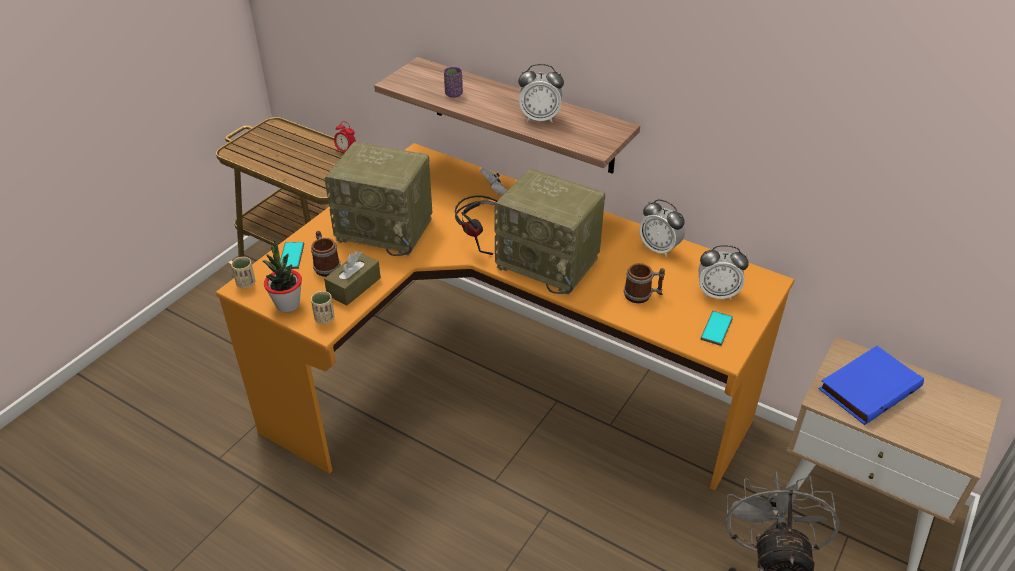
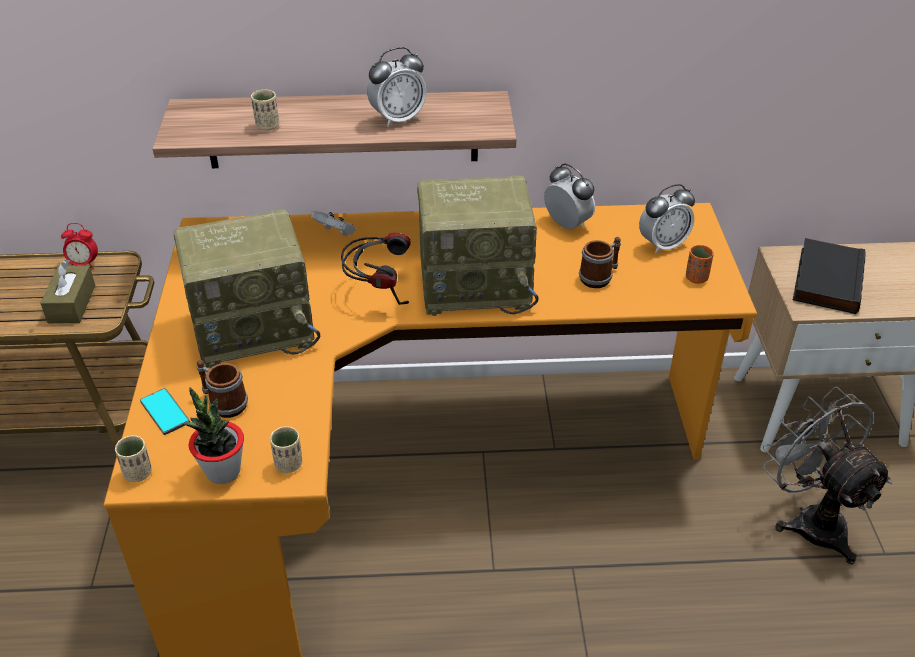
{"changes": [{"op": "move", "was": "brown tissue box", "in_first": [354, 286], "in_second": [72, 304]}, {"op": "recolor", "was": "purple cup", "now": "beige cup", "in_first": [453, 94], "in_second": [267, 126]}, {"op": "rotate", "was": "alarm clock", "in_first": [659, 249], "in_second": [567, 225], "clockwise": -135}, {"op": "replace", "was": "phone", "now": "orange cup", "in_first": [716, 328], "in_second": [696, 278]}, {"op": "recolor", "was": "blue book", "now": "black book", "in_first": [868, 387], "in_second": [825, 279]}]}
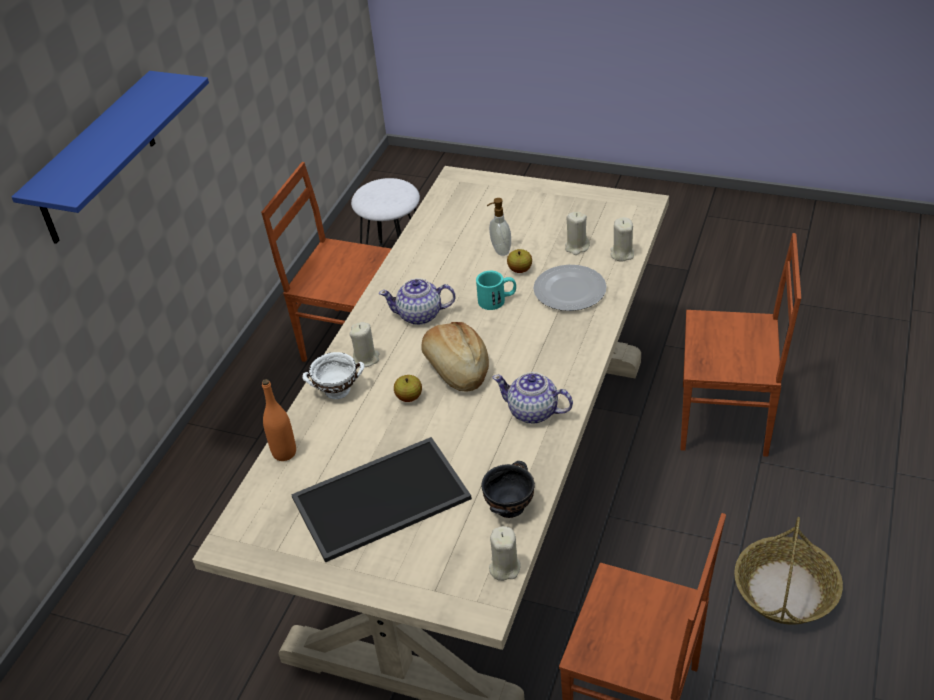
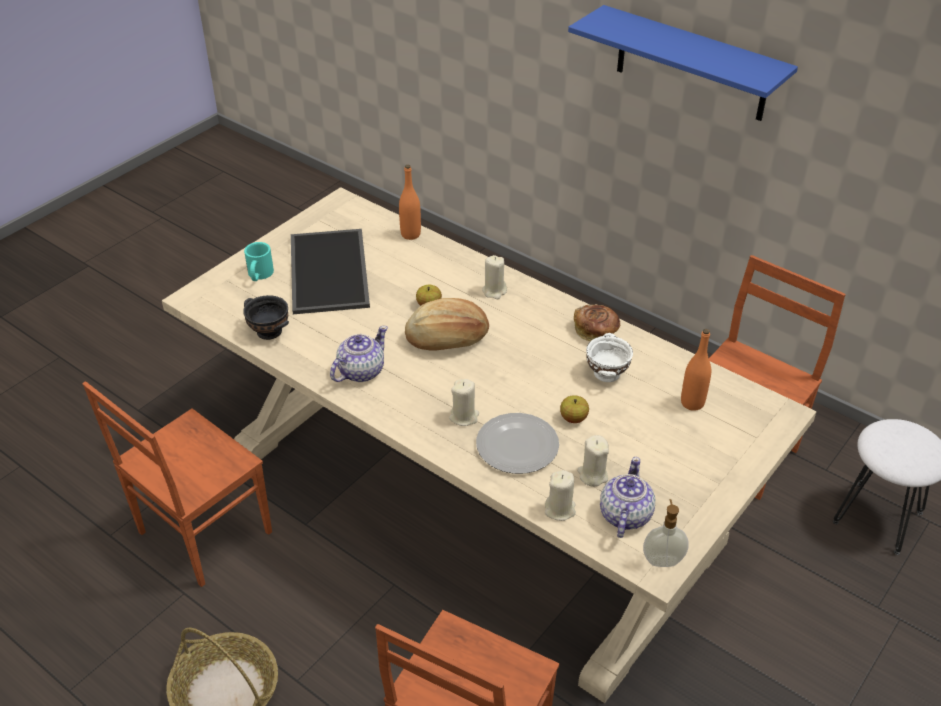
{"changes": [{"op": "move", "was": "turquoise mug", "in_first": [497, 300], "in_second": [259, 275]}, {"op": "move", "was": "beige candle", "in_first": [504, 567], "in_second": [464, 417]}, {"op": "insert", "now": "bread", "in_second": [596, 332]}, {"op": "move", "was": "white bowl", "in_first": [338, 390], "in_second": [606, 374]}, {"op": "move", "was": "teapot", "in_first": [420, 315], "in_second": [624, 515]}, {"op": "move", "was": "soap dispenser", "in_first": [500, 250], "in_second": [662, 560]}, {"op": "insert", "now": "orange bottle", "in_second": [692, 403]}]}
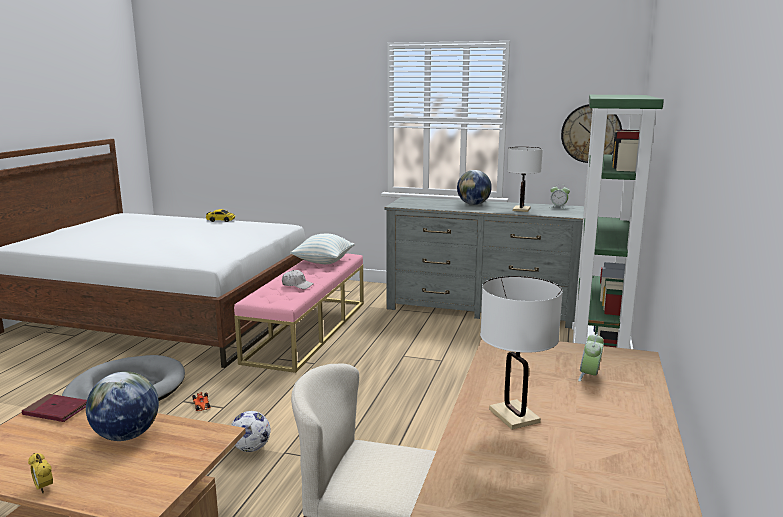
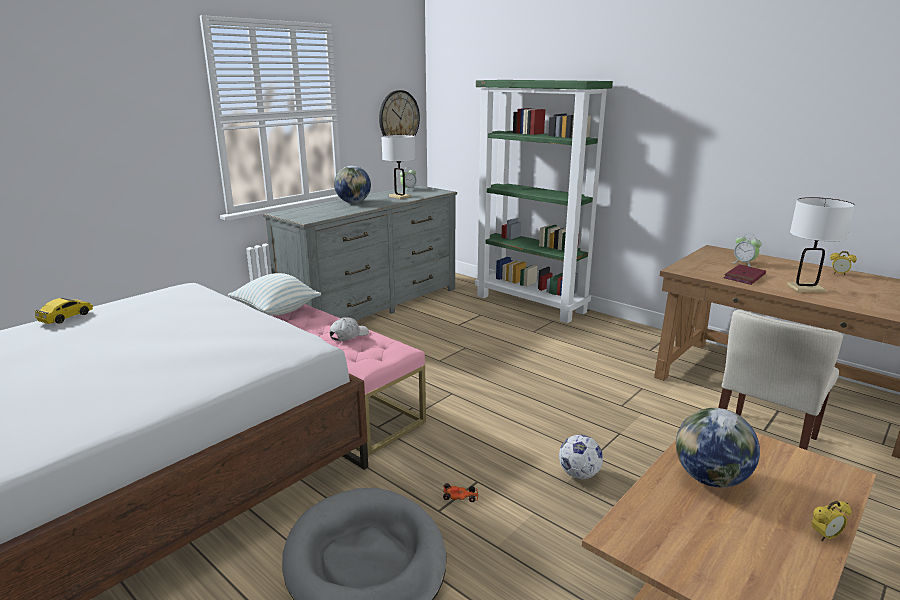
{"changes": [{"op": "move", "was": "red book", "in_first": [56, 411], "in_second": [744, 277]}, {"op": "insert", "now": "alarm clock", "in_second": [839, 274]}]}
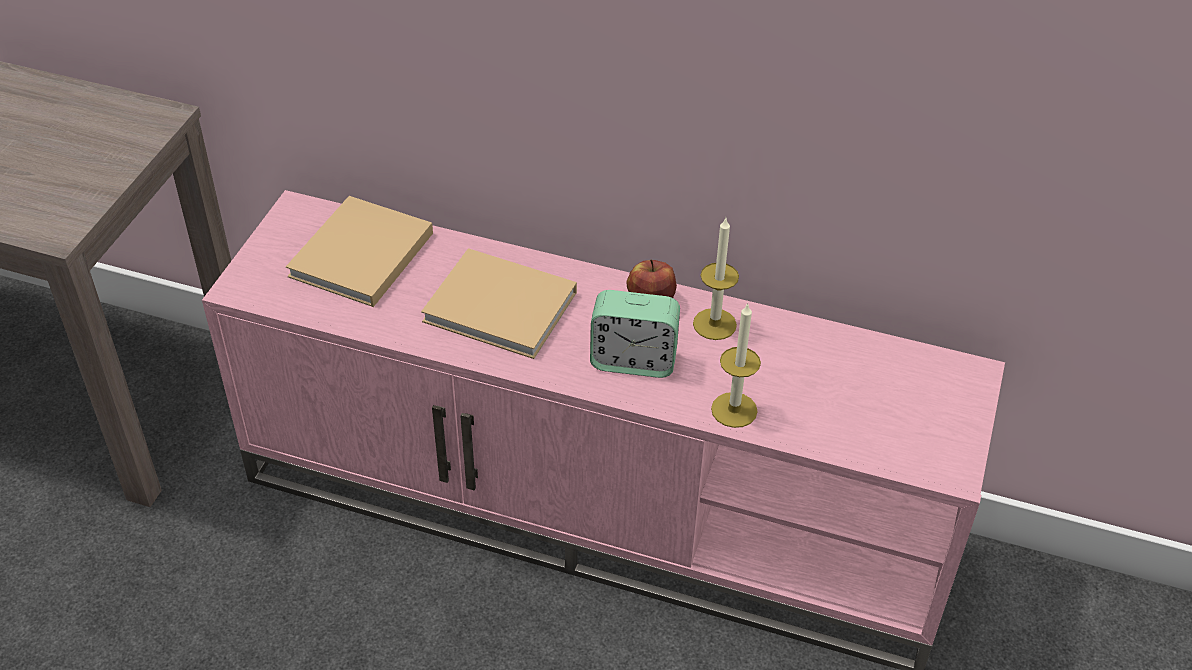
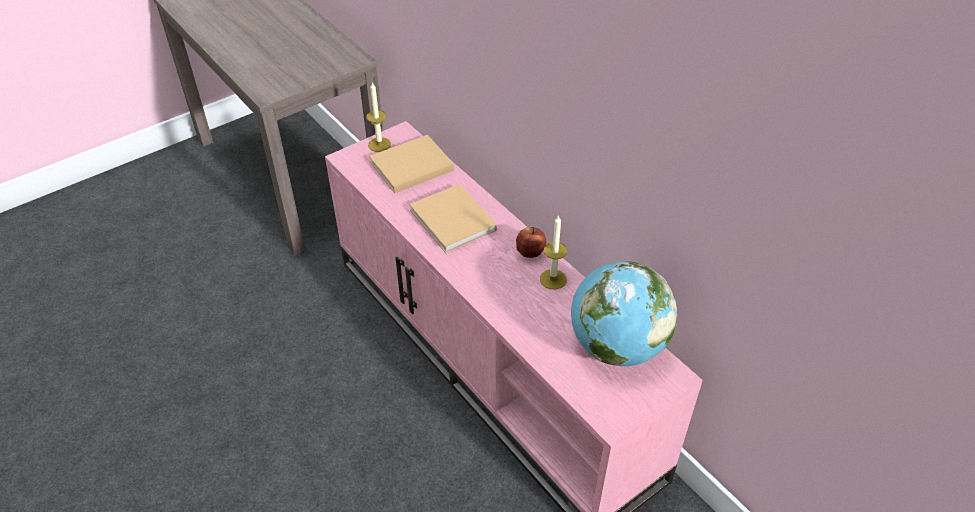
{"changes": [{"op": "move", "was": "candle", "in_first": [734, 410], "in_second": [379, 144]}, {"op": "insert", "now": "globe", "in_second": [616, 346]}, {"op": "delete", "was": "alarm clock", "in_first": [633, 360]}]}
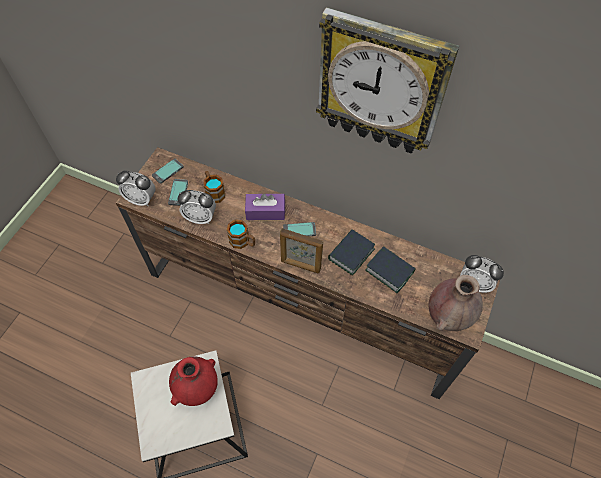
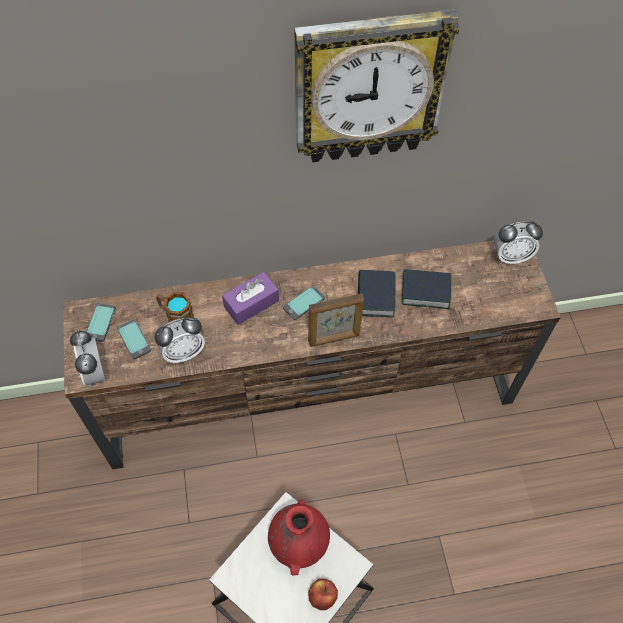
{"changes": [{"op": "rotate", "was": "alarm clock", "in_first": [141, 199], "in_second": [95, 372], "clockwise": 90}, {"op": "insert", "now": "apple", "in_second": [322, 597]}, {"op": "delete", "was": "mug", "in_first": [243, 242]}, {"op": "delete", "was": "brown vase", "in_first": [448, 316]}]}
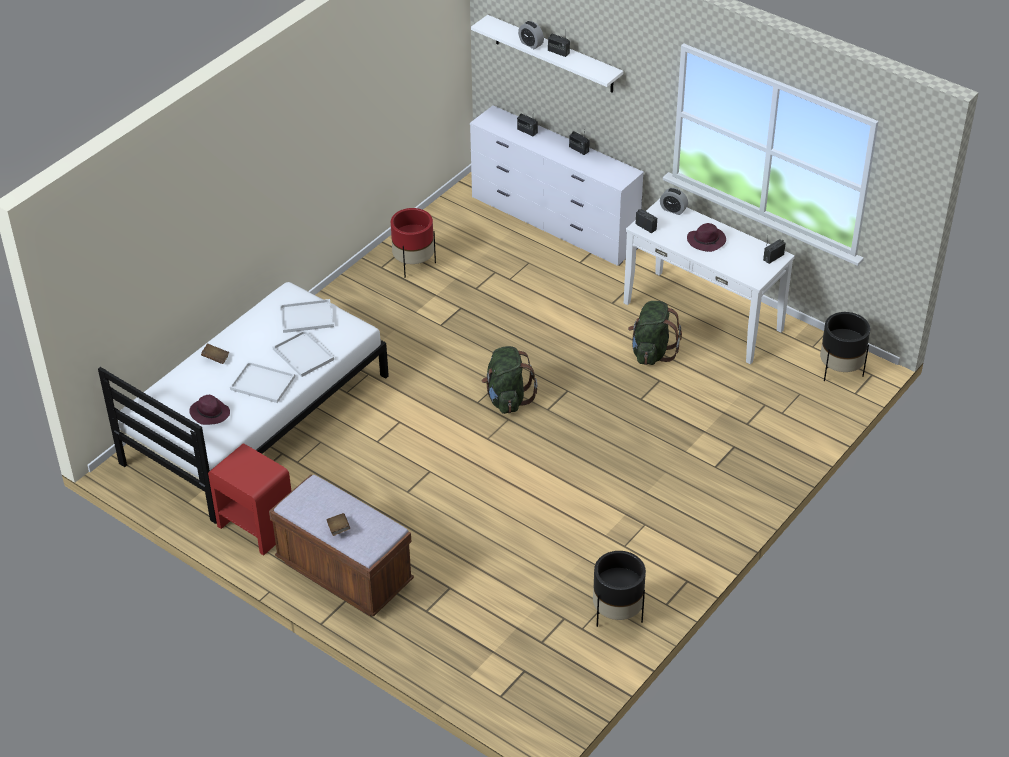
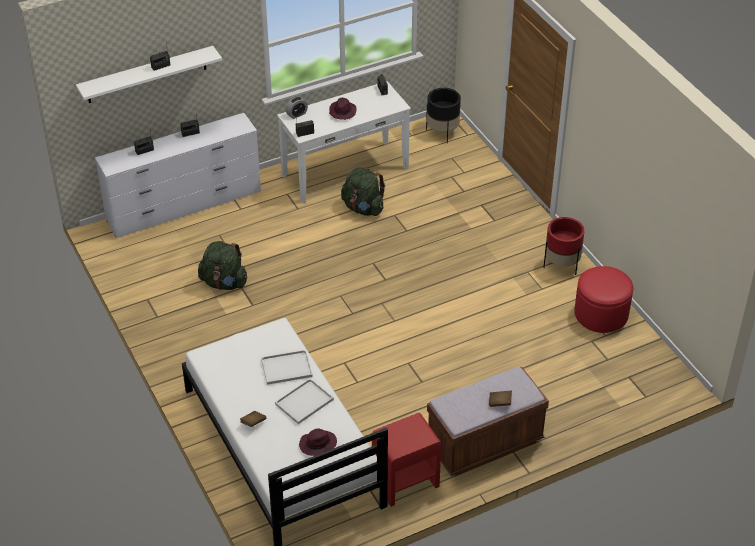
{"changes": [{"op": "move", "was": "green backpack", "in_first": [507, 399], "in_second": [224, 283]}, {"op": "move", "was": "red planter", "in_first": [414, 264], "in_second": [561, 265]}, {"op": "replace", "was": "black planter", "now": "red ottoman", "in_first": [617, 614], "in_second": [601, 314]}, {"op": "delete", "was": "white tray", "in_first": [307, 316]}, {"op": "delete", "was": "alarm clock", "in_first": [531, 44]}]}
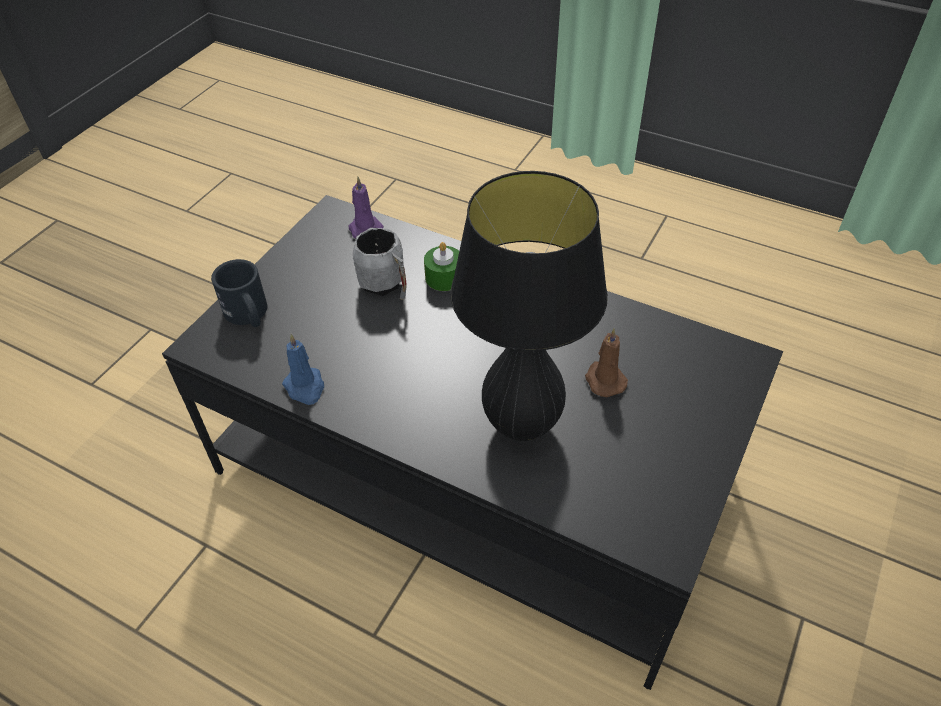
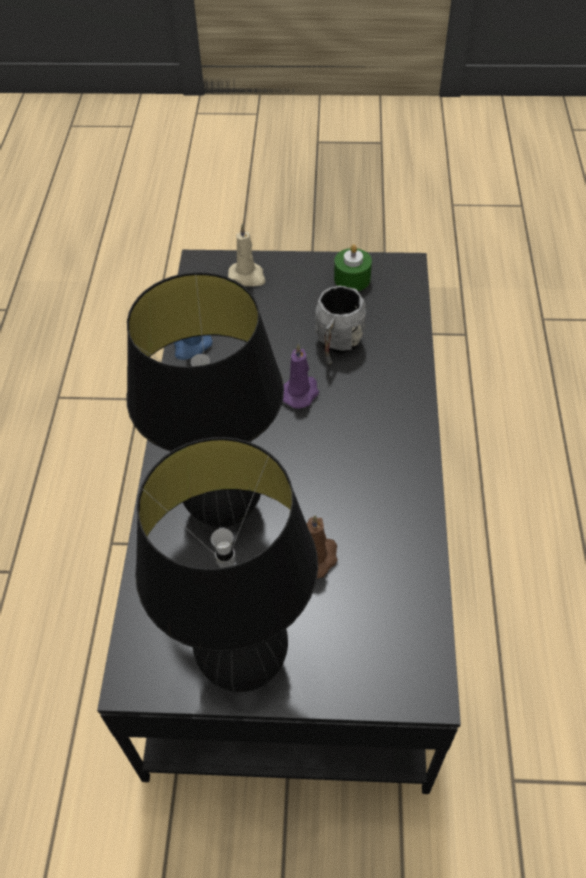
{"changes": [{"op": "insert", "now": "black table lamp", "in_second": [243, 664]}, {"op": "replace", "was": "black mug", "now": "beige candle", "in_first": [249, 315], "in_second": [248, 276]}, {"op": "move", "was": "purple candle", "in_first": [364, 228], "in_second": [300, 392]}, {"op": "move", "was": "green candle", "in_first": [444, 277], "in_second": [352, 279]}]}
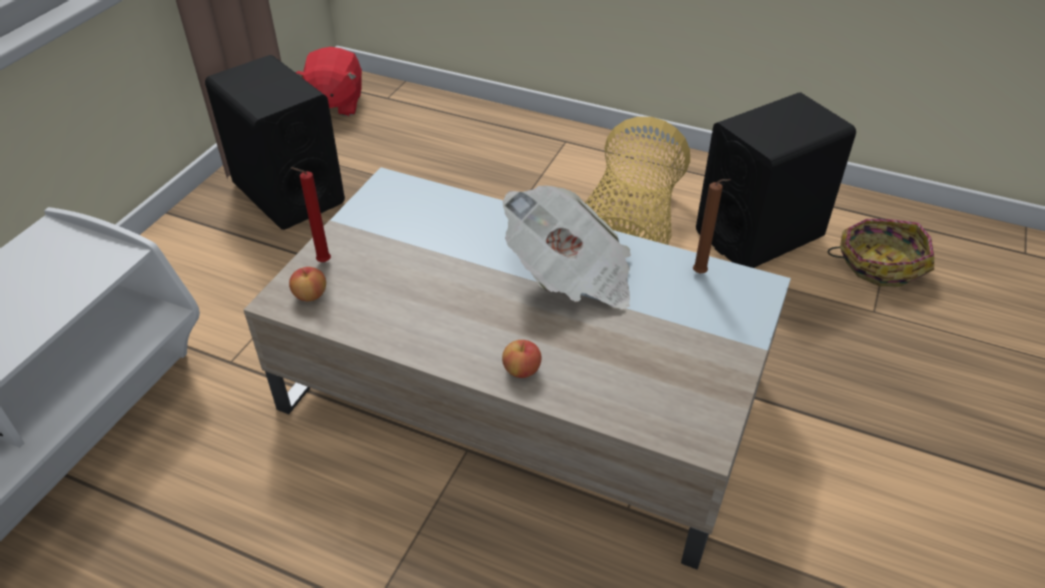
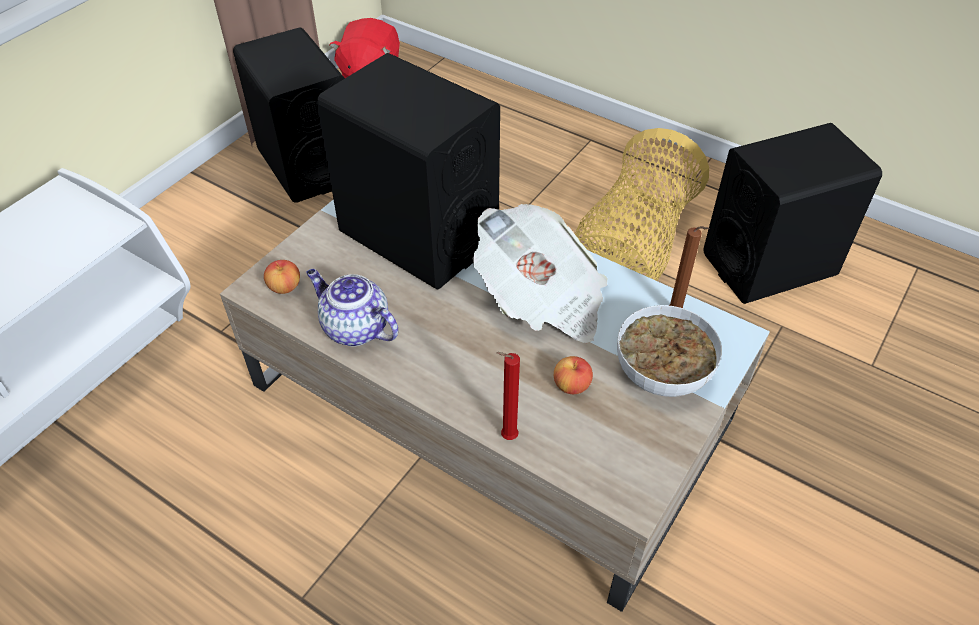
{"changes": [{"op": "insert", "now": "teapot", "in_second": [354, 328]}, {"op": "insert", "now": "black speaker", "in_second": [418, 236]}, {"op": "move", "was": "red candle", "in_first": [321, 262], "in_second": [506, 437]}, {"op": "move", "was": "apple", "in_first": [521, 370], "in_second": [571, 385]}, {"op": "insert", "now": "bowl", "in_second": [661, 372]}, {"op": "delete", "was": "basket", "in_first": [879, 263]}]}
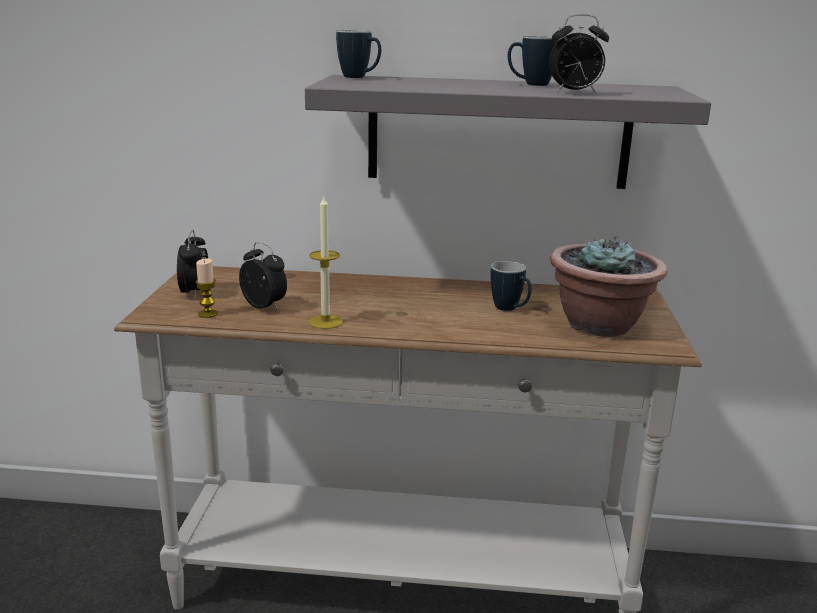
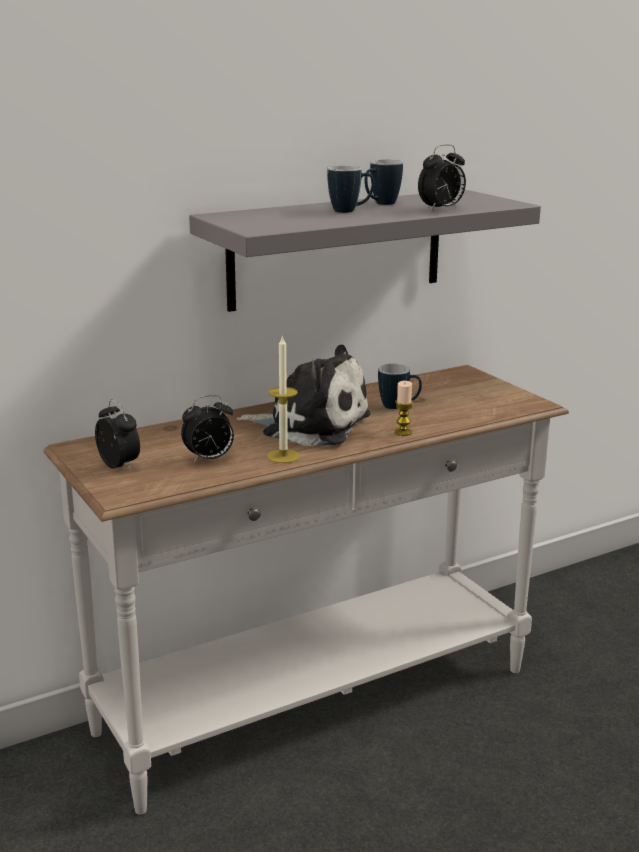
{"changes": [{"op": "rotate", "was": "alarm clock", "in_first": [265, 307], "in_second": [209, 459], "clockwise": 150}, {"op": "insert", "now": "plush toy", "in_second": [310, 425]}, {"op": "move", "was": "mug", "in_first": [359, 77], "in_second": [350, 211]}, {"op": "move", "was": "candle", "in_first": [208, 314], "in_second": [403, 432]}, {"op": "delete", "was": "potted plant", "in_first": [600, 325]}]}
